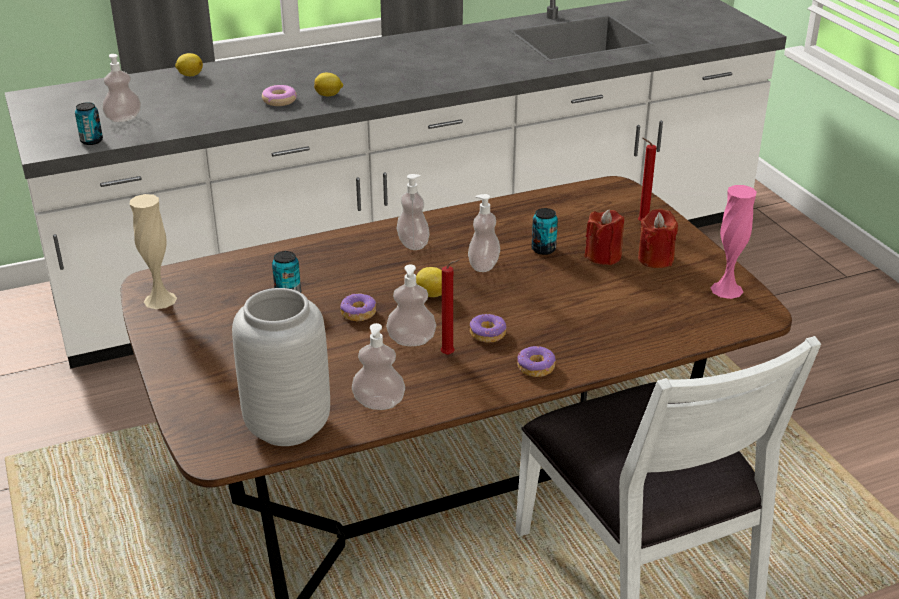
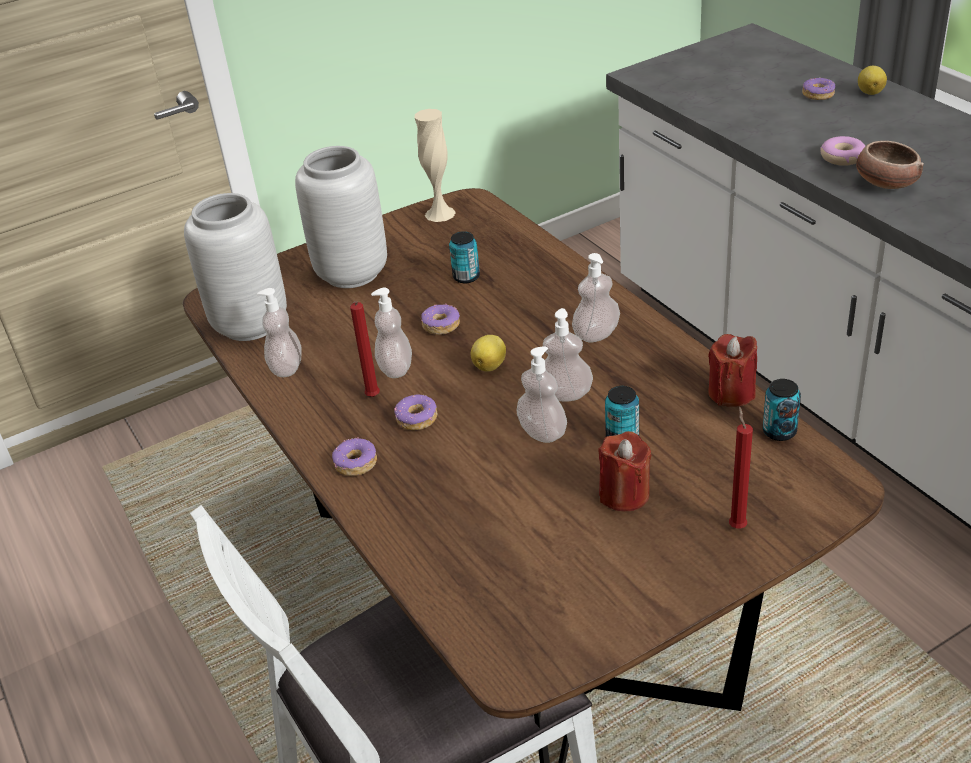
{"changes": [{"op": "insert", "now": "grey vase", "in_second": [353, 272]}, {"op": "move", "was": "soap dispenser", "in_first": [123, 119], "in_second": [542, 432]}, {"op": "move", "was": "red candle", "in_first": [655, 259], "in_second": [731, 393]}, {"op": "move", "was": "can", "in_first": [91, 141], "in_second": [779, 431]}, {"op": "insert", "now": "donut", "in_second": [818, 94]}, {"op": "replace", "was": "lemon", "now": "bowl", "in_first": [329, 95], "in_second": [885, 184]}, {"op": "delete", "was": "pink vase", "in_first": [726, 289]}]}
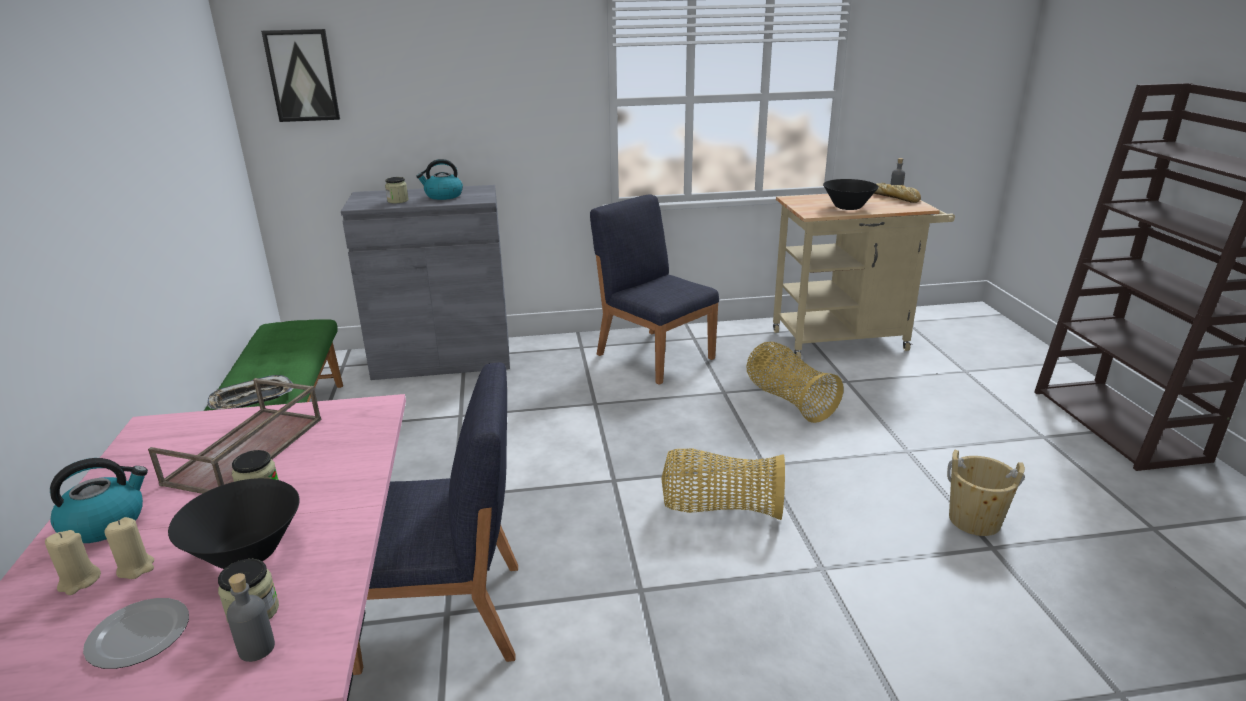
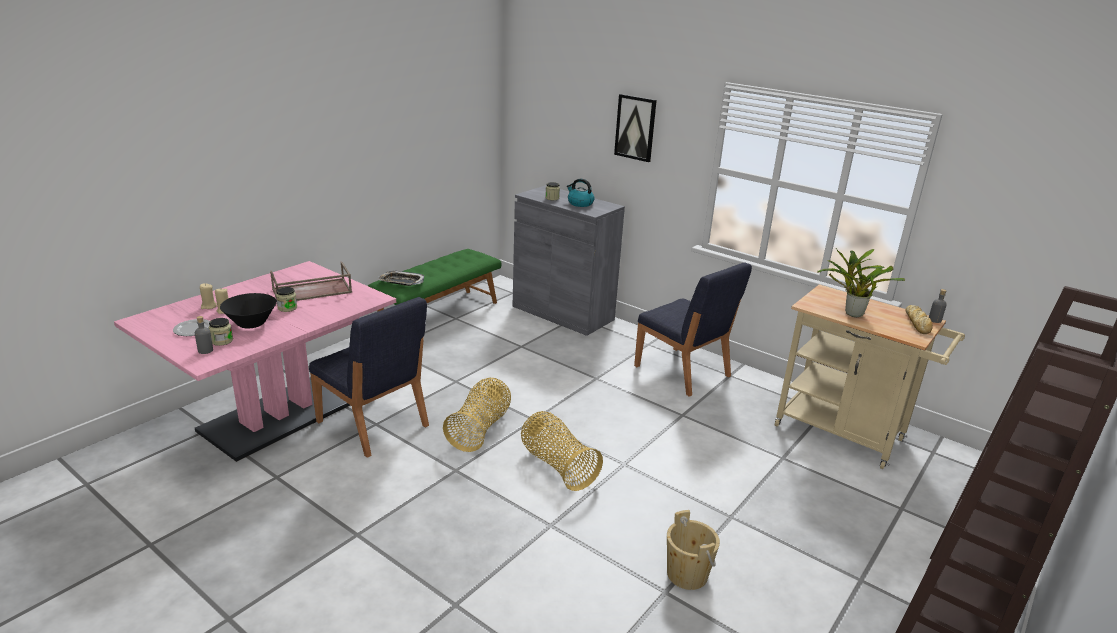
{"changes": [{"op": "move", "was": "basket", "in_first": [788, 400], "in_second": [480, 429]}, {"op": "move", "was": "picture", "in_first": [302, 75], "in_second": [635, 127]}, {"op": "rotate", "was": "blue chair", "in_first": [654, 355], "in_second": [682, 372], "clockwise": 135}, {"op": "replace", "was": "black bowl", "now": "potted plant", "in_first": [848, 207], "in_second": [850, 313]}, {"op": "delete", "was": "kettle", "in_first": [105, 522]}]}
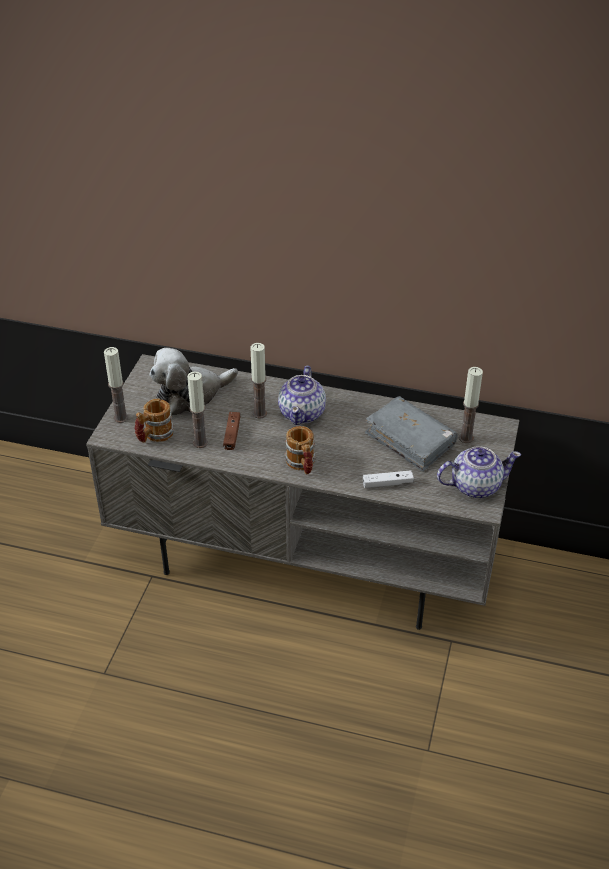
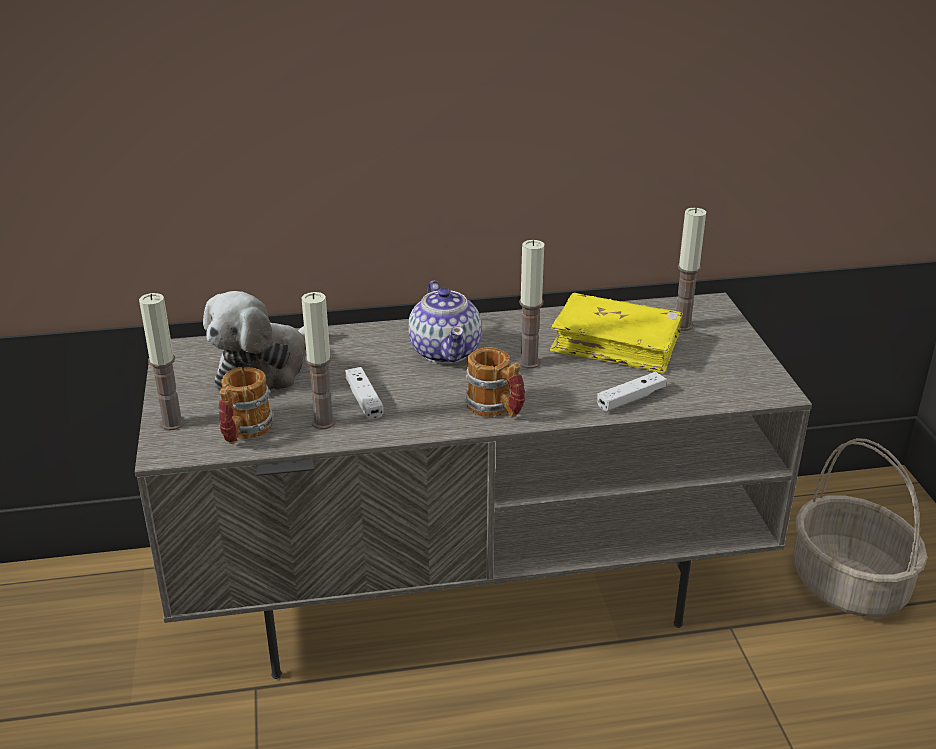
{"changes": [{"op": "recolor", "was": "brown game controller", "now": "white game controller", "in_first": [232, 434], "in_second": [364, 400]}, {"op": "move", "was": "candle", "in_first": [259, 413], "in_second": [529, 362]}, {"op": "recolor", "was": "grey book", "now": "yellow book", "in_first": [410, 440], "in_second": [616, 345]}, {"op": "insert", "now": "basket", "in_second": [850, 585]}, {"op": "delete", "was": "teapot", "in_first": [474, 486]}]}
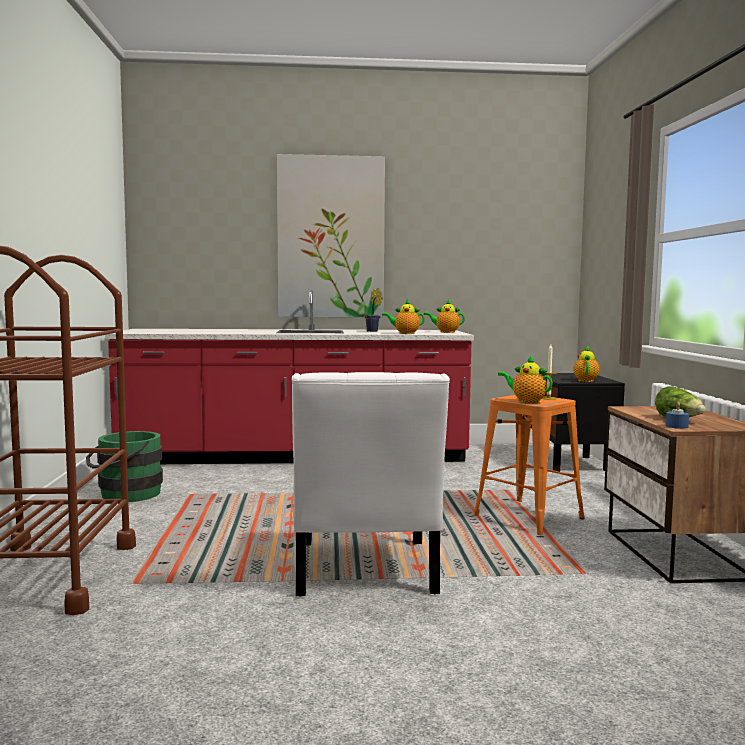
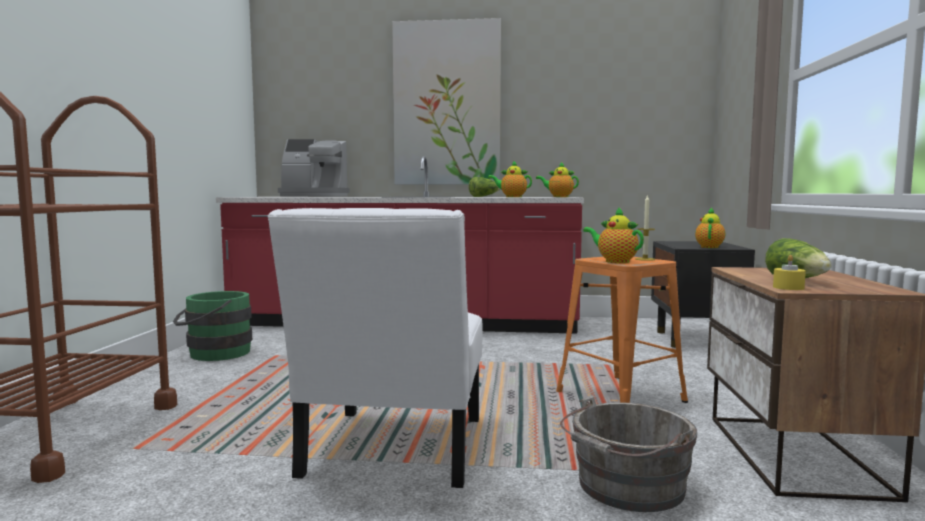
{"changes": [{"op": "insert", "now": "coffee machine", "in_second": [313, 196]}, {"op": "replace", "was": "potted plant", "now": "lettuce", "in_first": [373, 331], "in_second": [484, 196]}, {"op": "insert", "now": "grey bucket", "in_second": [626, 487]}, {"op": "recolor", "was": "blue candle", "now": "yellow candle", "in_first": [676, 426], "in_second": [788, 287]}]}
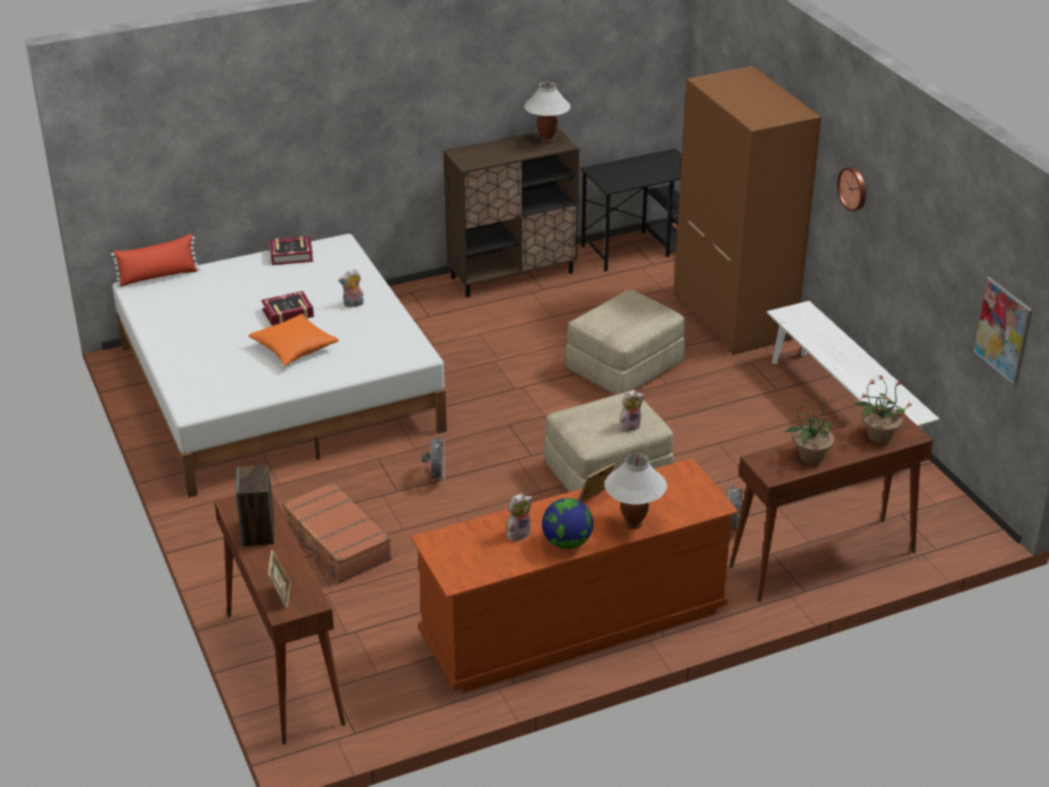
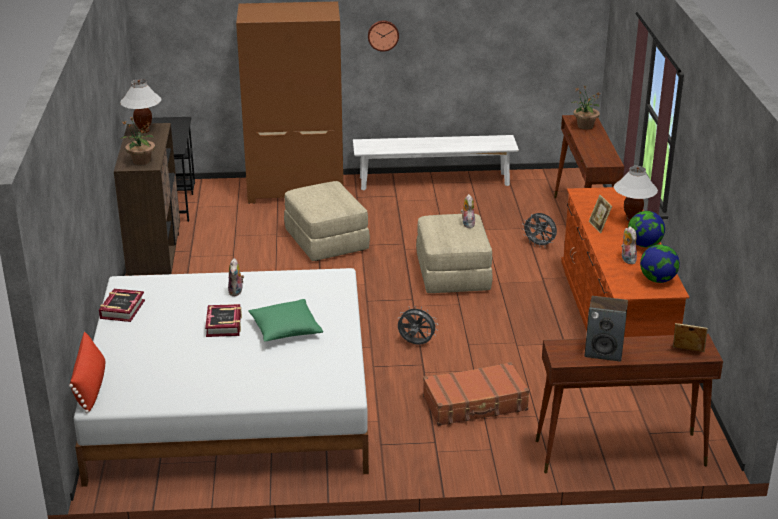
{"changes": [{"op": "move", "was": "potted plant", "in_first": [810, 456], "in_second": [141, 161]}, {"op": "recolor", "was": "orange pillow", "now": "green pillow", "in_first": [294, 348], "in_second": [285, 330]}, {"op": "insert", "now": "globe", "in_second": [657, 280]}, {"op": "delete", "was": "picture", "in_first": [1003, 330]}]}
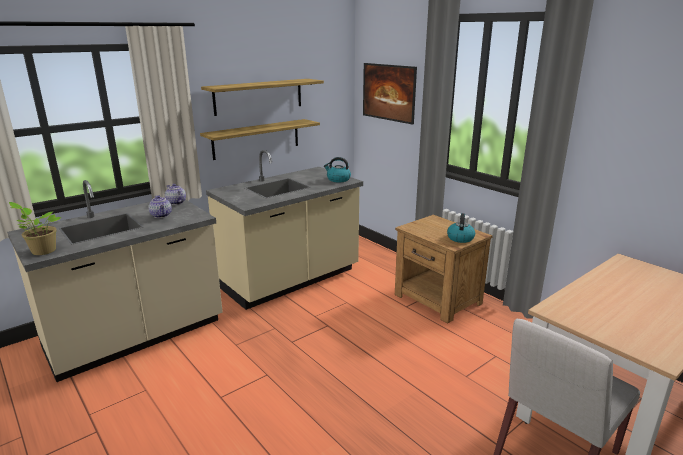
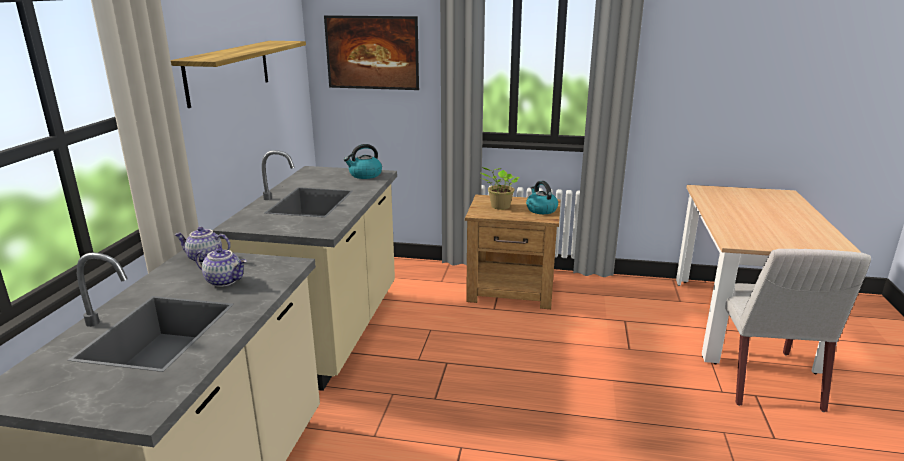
{"changes": [{"op": "move", "was": "potted plant", "in_first": [42, 251], "in_second": [499, 207]}, {"op": "delete", "was": "shelf", "in_first": [256, 139]}]}
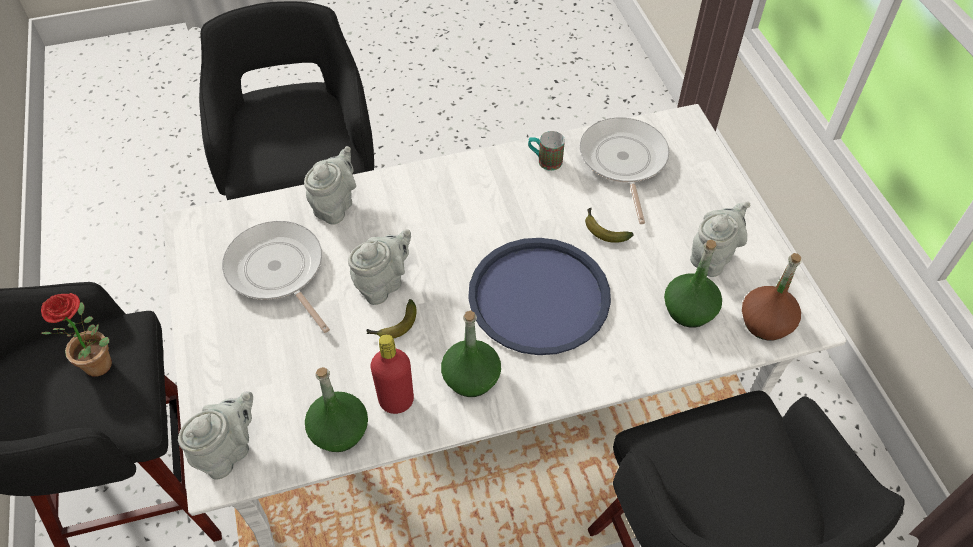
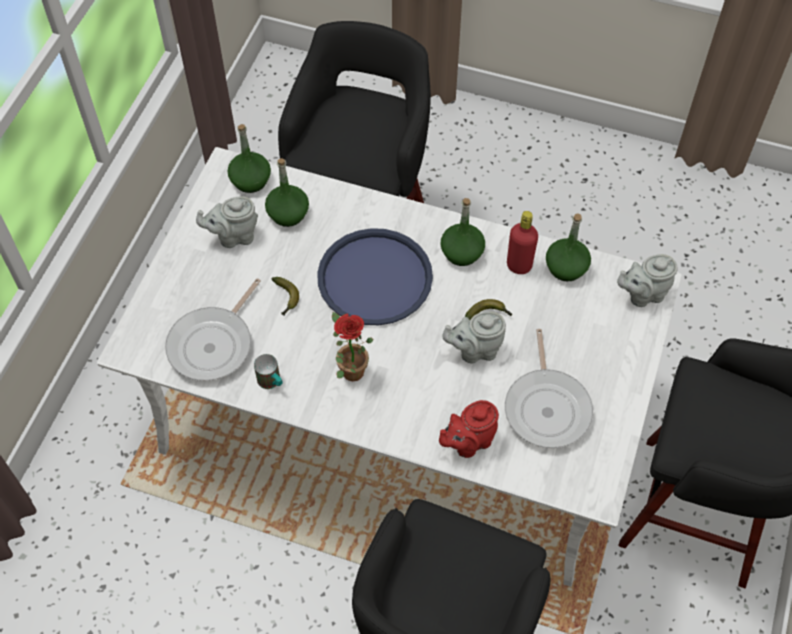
{"changes": [{"op": "recolor", "was": "brown bottle", "now": "green bottle", "in_first": [766, 323], "in_second": [250, 180]}, {"op": "move", "was": "potted plant", "in_first": [104, 365], "in_second": [349, 369]}, {"op": "recolor", "was": "grey teapot", "now": "red teapot", "in_first": [335, 206], "in_second": [468, 442]}]}
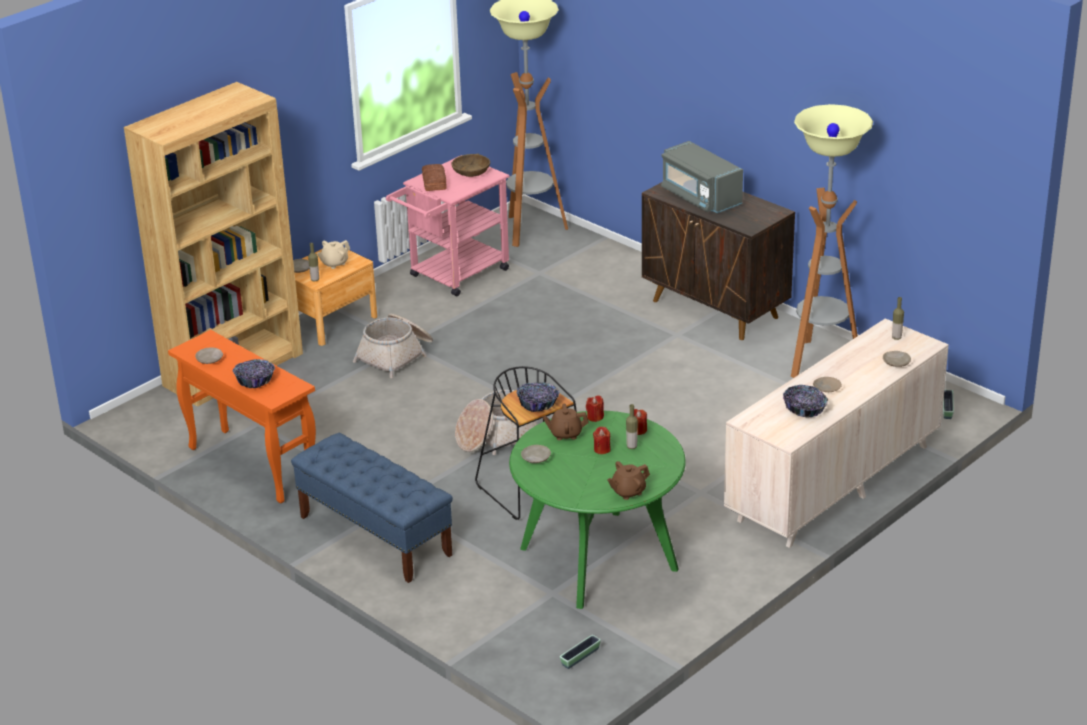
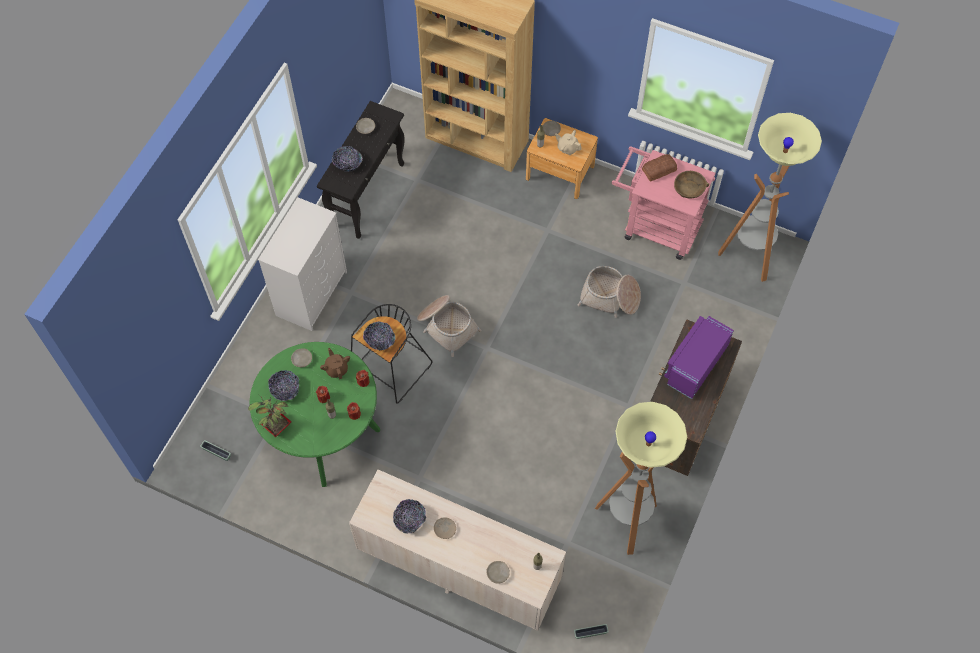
{"changes": [{"op": "replace", "was": "brown teapot", "now": "potted plant", "in_first": [628, 492], "in_second": [276, 428]}, {"op": "replace", "was": "blue bench", "now": "white dresser", "in_first": [374, 535], "in_second": [312, 293]}, {"op": "insert", "now": "bowl", "in_second": [285, 389]}, {"op": "recolor", "was": "orange console table", "now": "black console table", "in_first": [251, 465], "in_second": [368, 194]}, {"op": "move", "was": "basket", "in_first": [396, 355], "in_second": [610, 297]}, {"op": "recolor", "was": "grey microwave", "now": "purple microwave", "in_first": [700, 197], "in_second": [695, 364]}]}
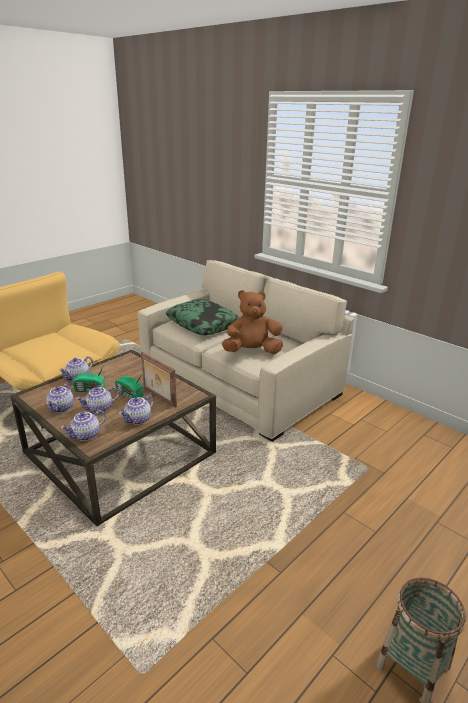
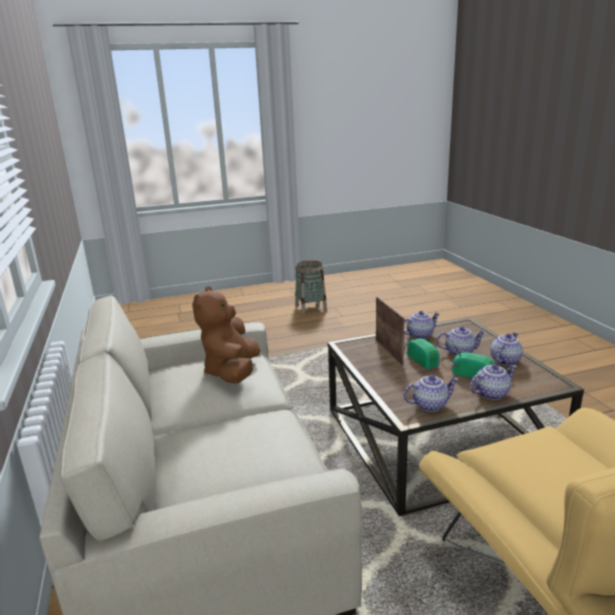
{"changes": [{"op": "rotate", "was": "brown plush toy", "in_first": [252, 351], "in_second": [232, 372], "clockwise": 75}, {"op": "move", "was": "teapot", "in_first": [86, 435], "in_second": [430, 405]}, {"op": "delete", "was": "pillow", "in_first": [202, 324]}]}
